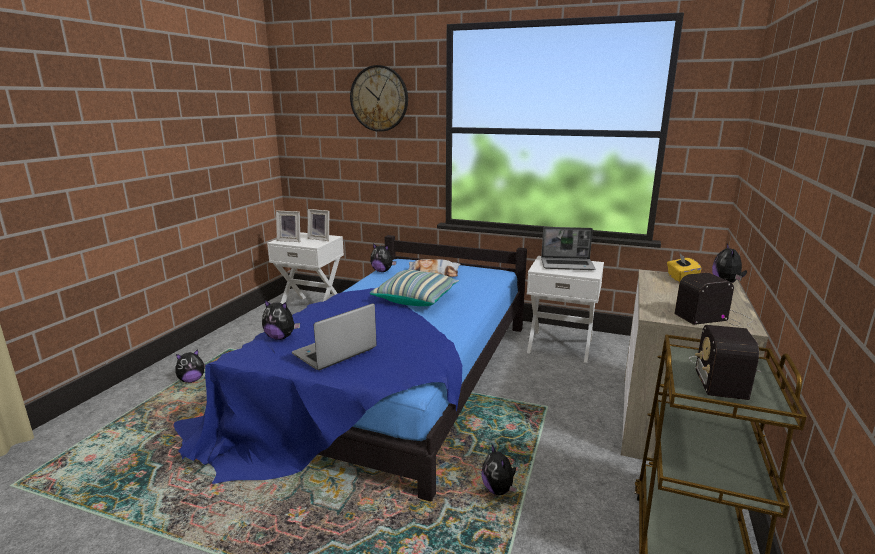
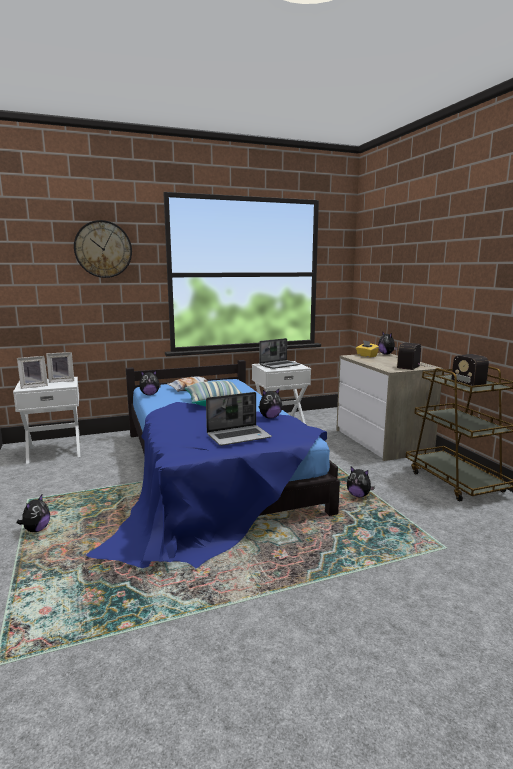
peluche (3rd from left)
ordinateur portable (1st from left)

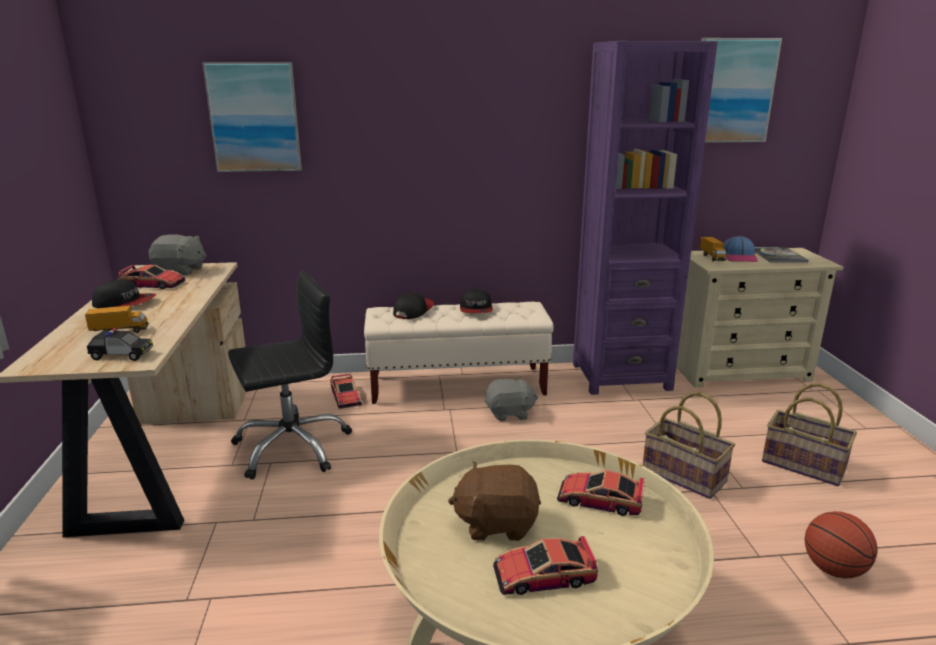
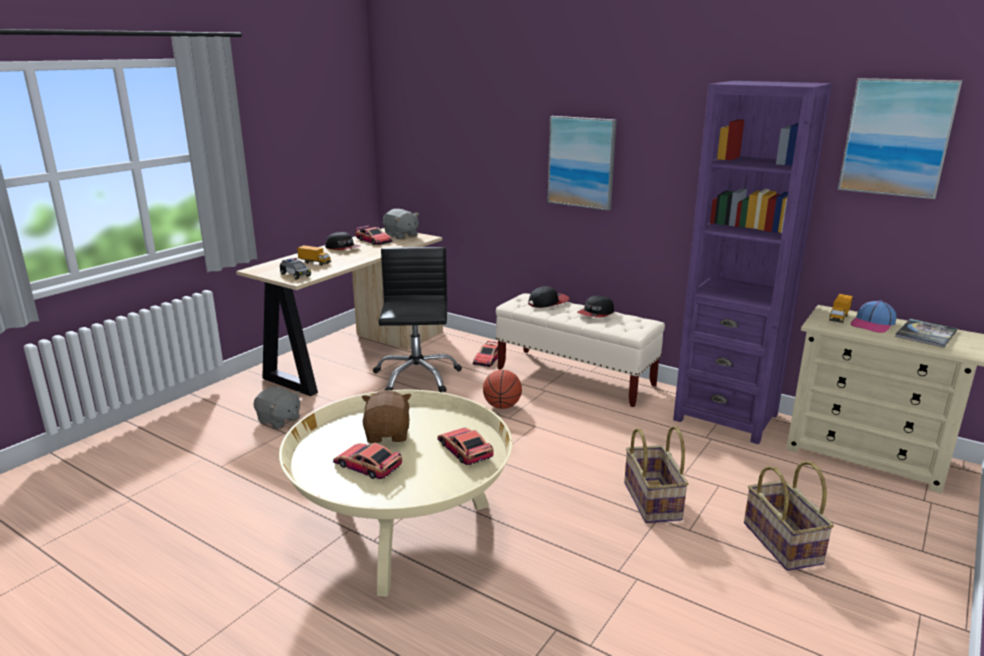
tableau (1st from left)
chaise de bureau/noir
peluche/gris (1st from left)
peluche/marron
ballon de basket

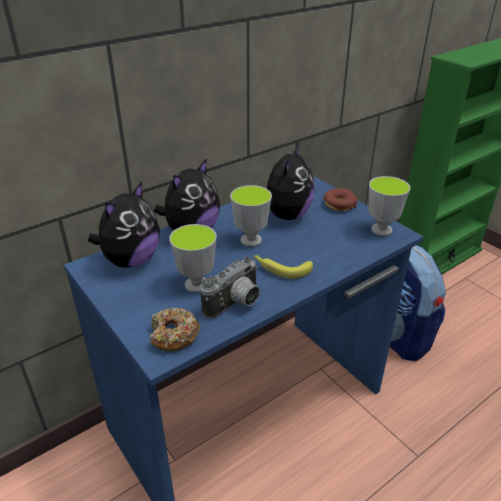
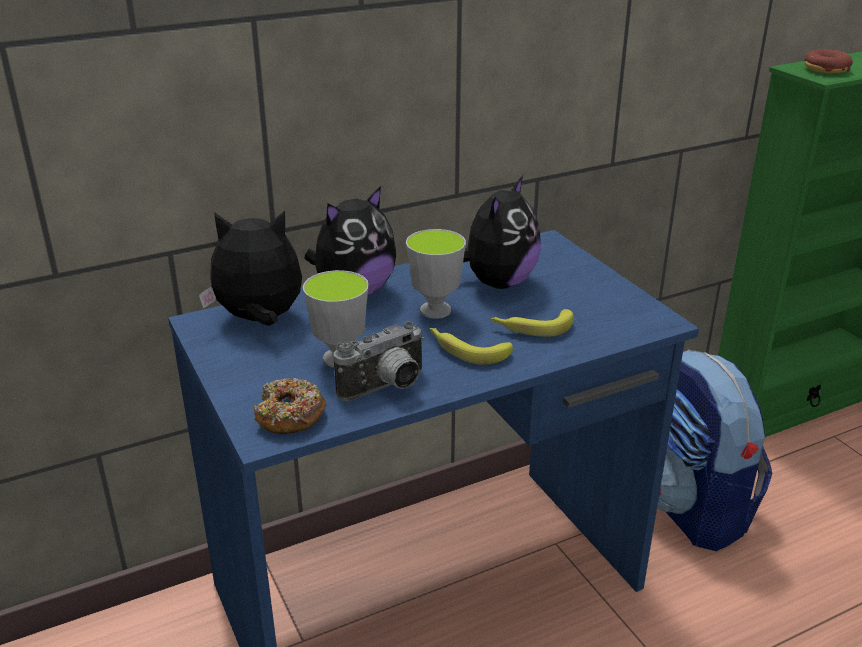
tasse (3rd from left in the first image)
peluche (1st from left)
beignet (2nd from left)
banane (2nd from left)

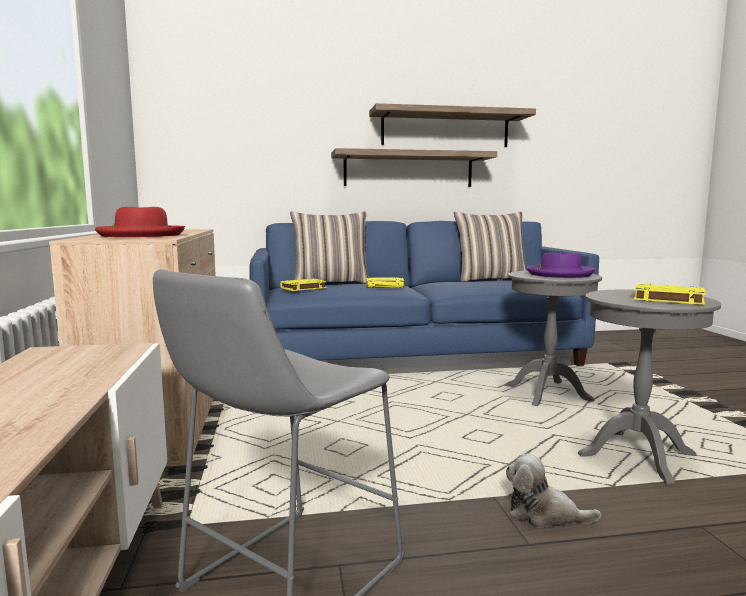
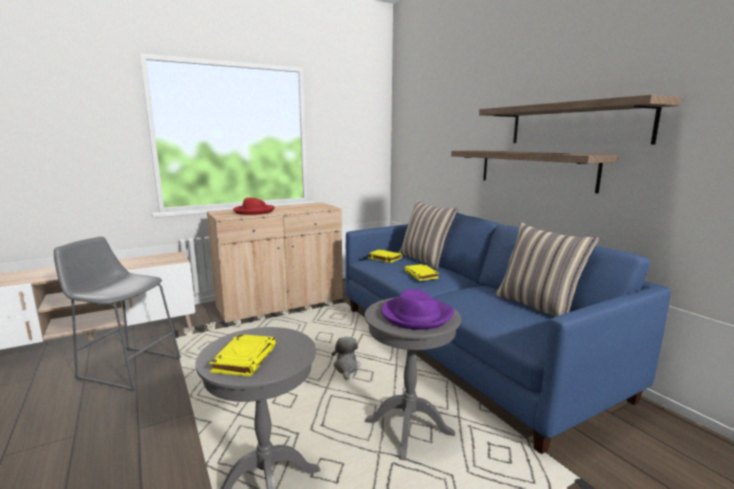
peluche

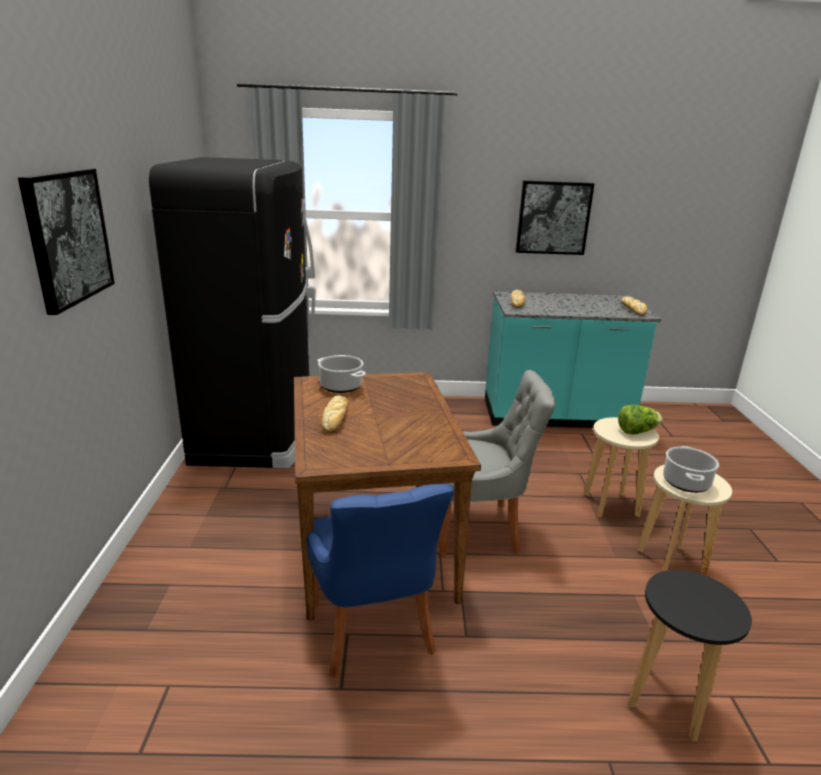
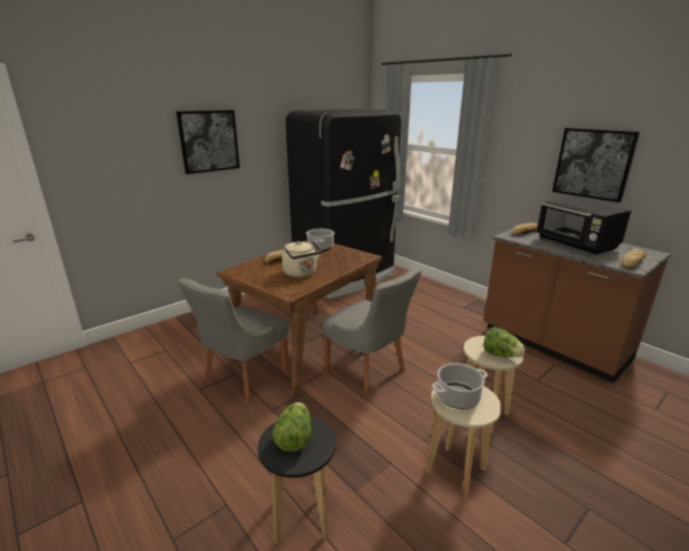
comptoir de cuisine/marron
chaise/gris (1st from left)
micro-ondes/noir
bouilloire/beige
laitue (1st from left)

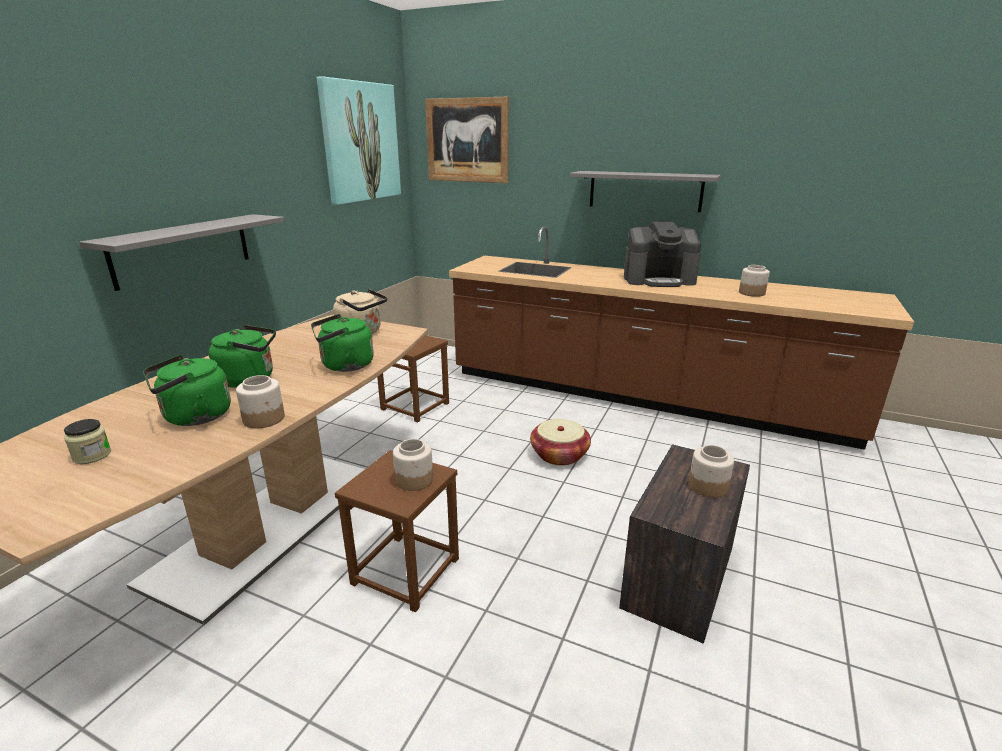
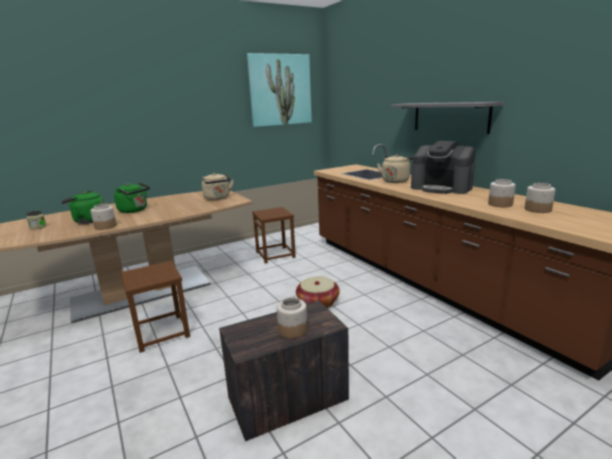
tableau (2nd from left in the first image)
étagère/gris (1st from left in the first image)
bouilloire/vert (3rd from left in the first image)
bocal (5th from left)
bouilloire/beige (2nd from left)

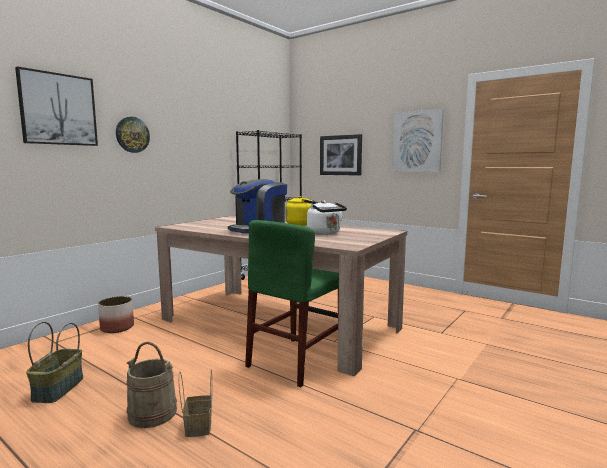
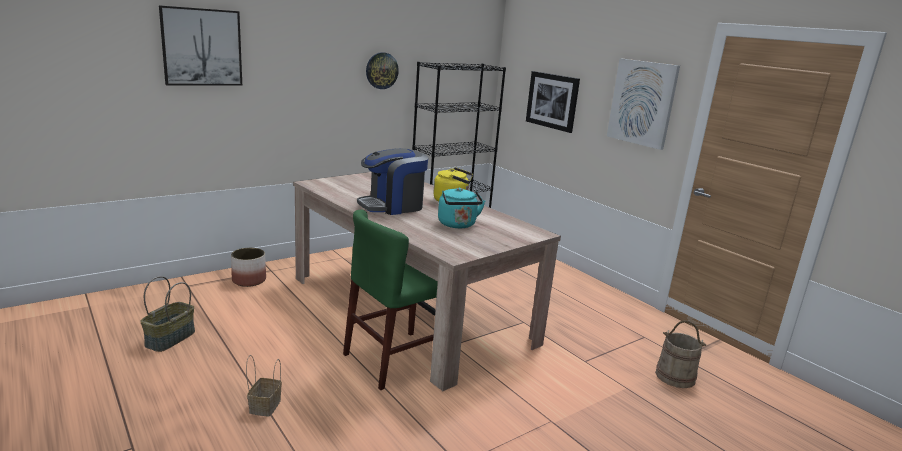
horloge murale
bouilloire/turquoise
seau/beige

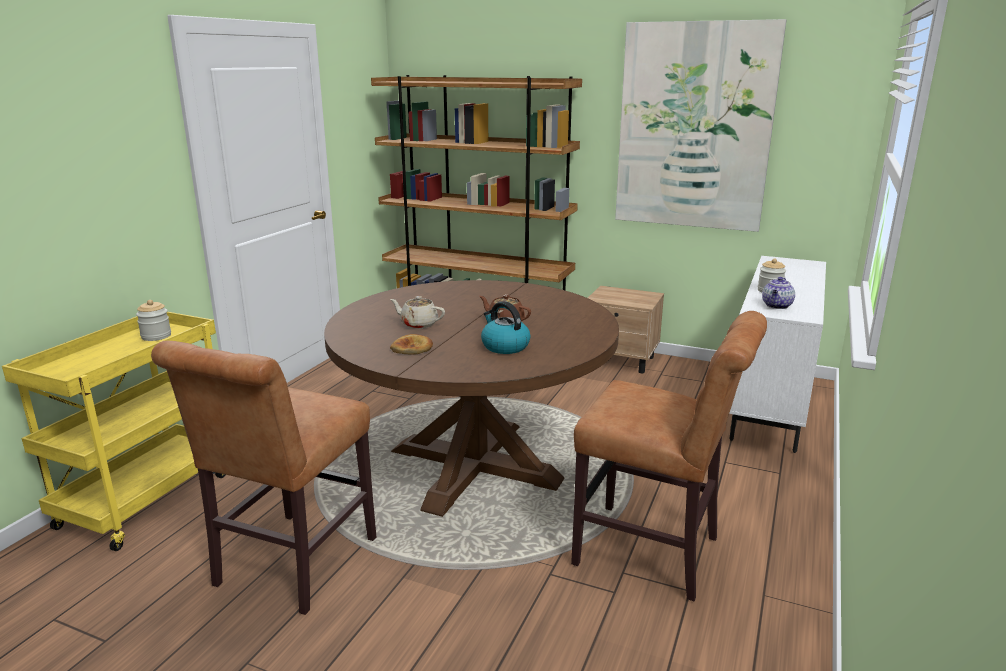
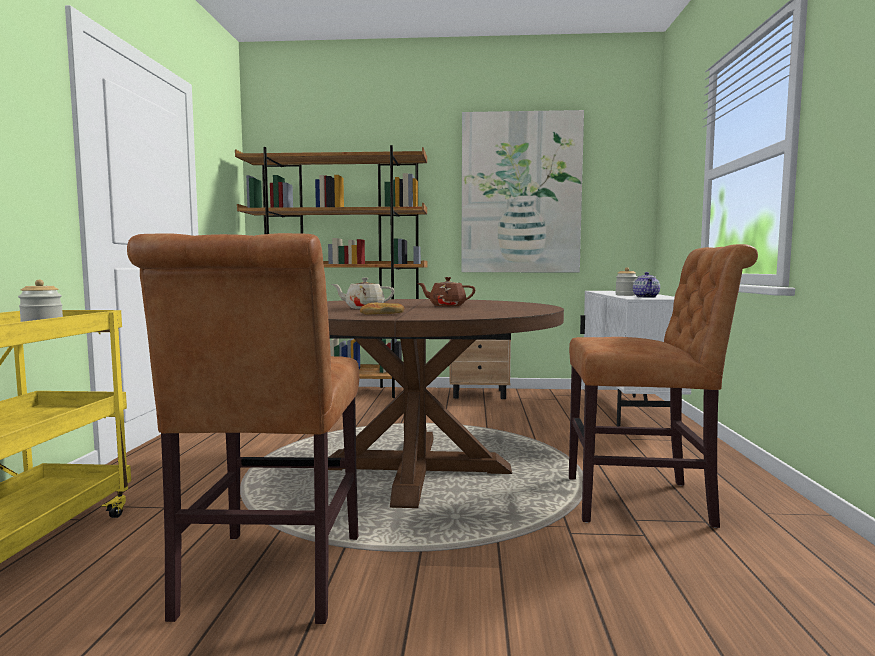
bouilloire

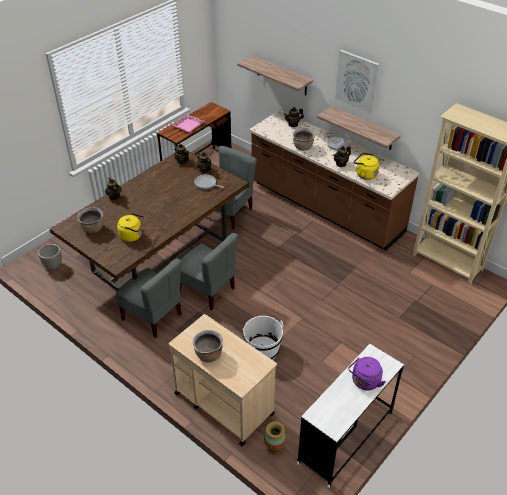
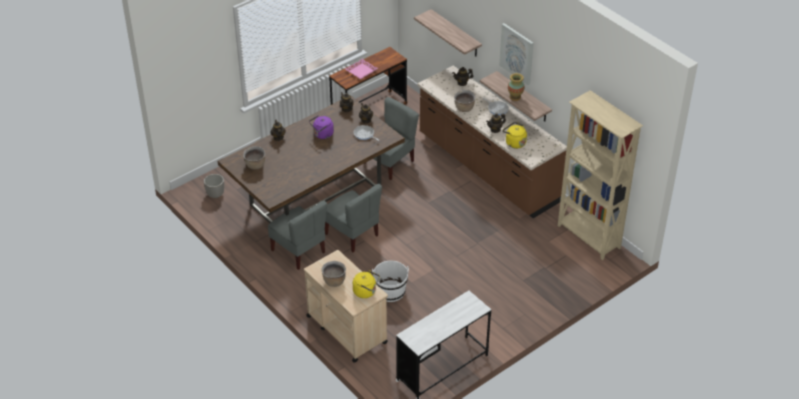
bouilloire/jaune (1st from left)
bouilloire/violet
vase

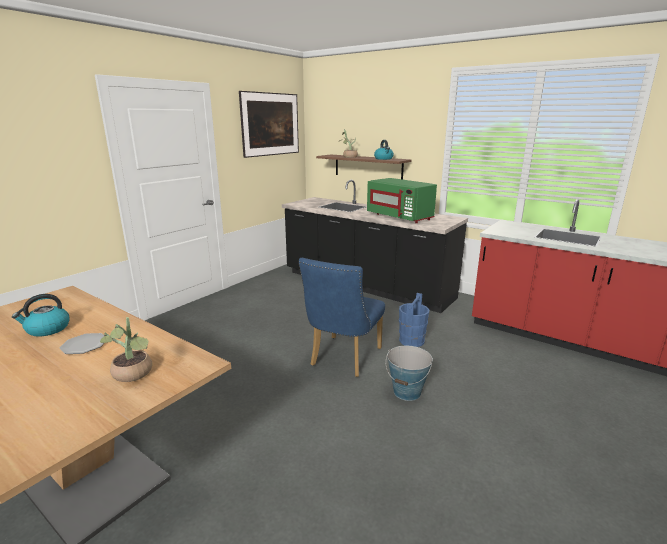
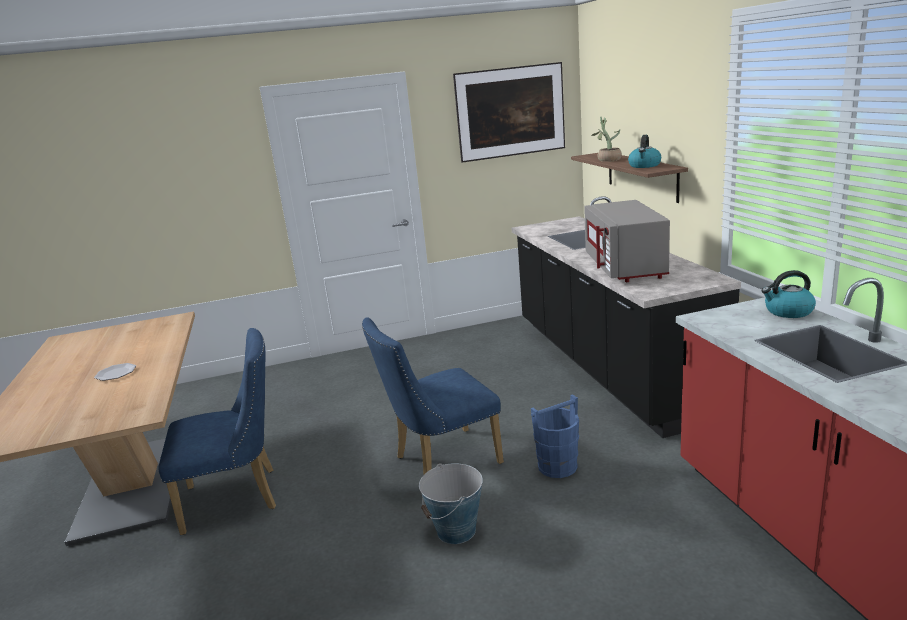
micro-ondes/gris
bouilloire (2nd from left)
plante en pot (1st from left in the first image)
chaise/bleu (1st from left)

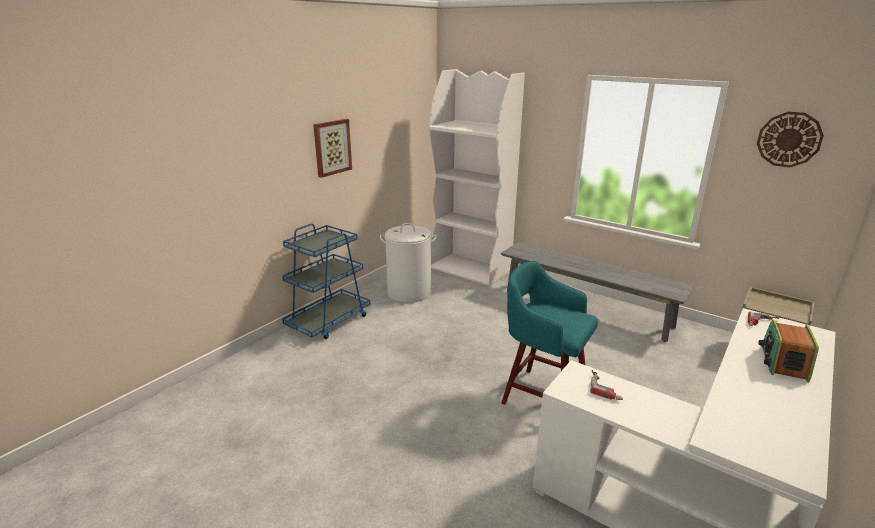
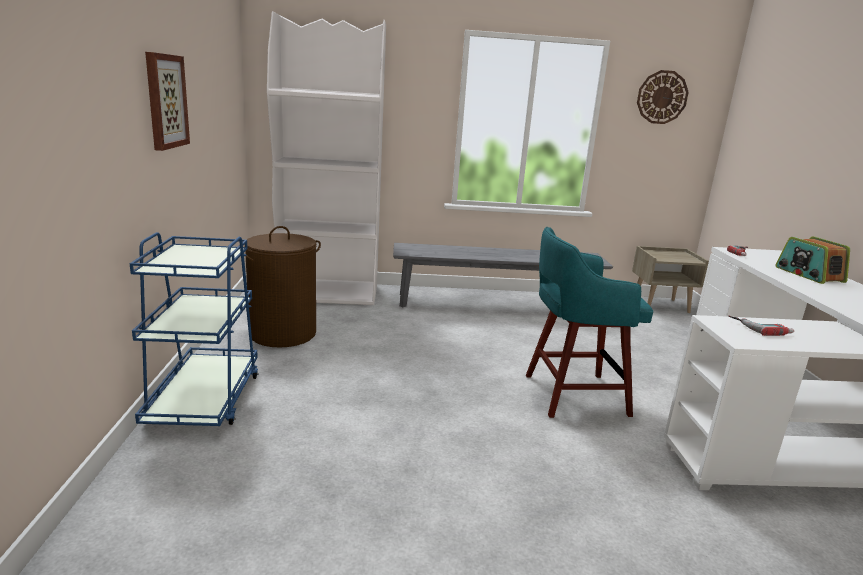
panier à linge/marron

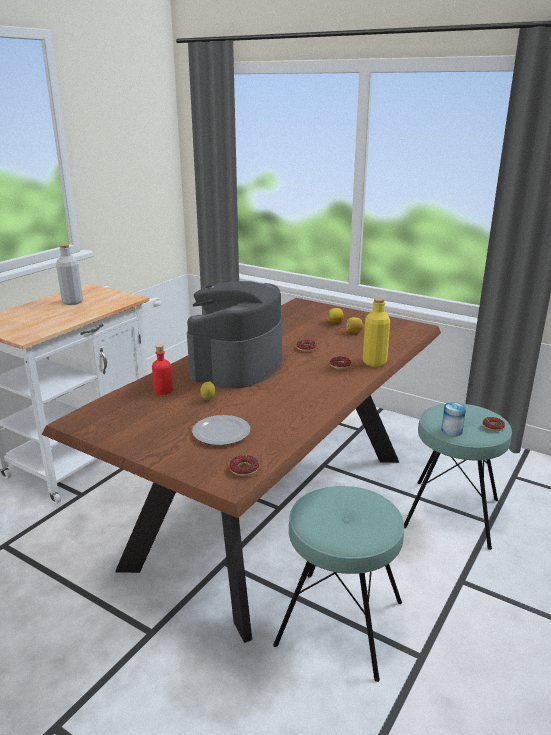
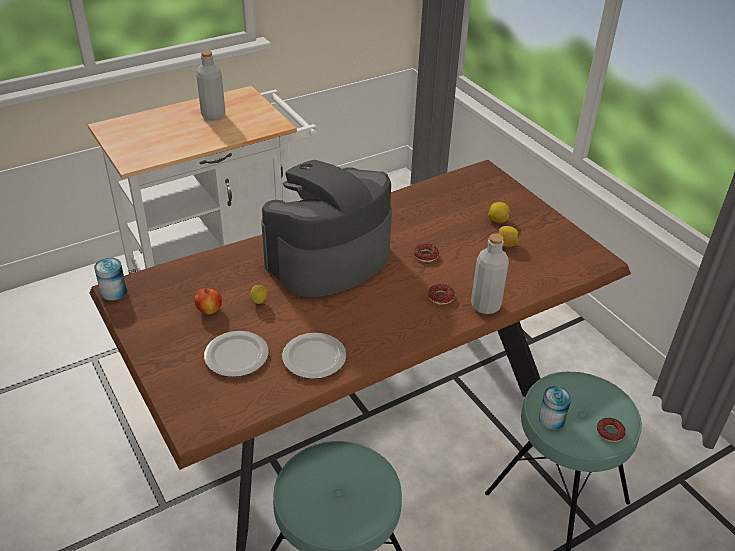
bouteille/gris (2nd from left)
bouteille/rouge
beignet (1st from left in the first image)
boîte métallique (1st from left)
pomme
assiette (2nd from left)

